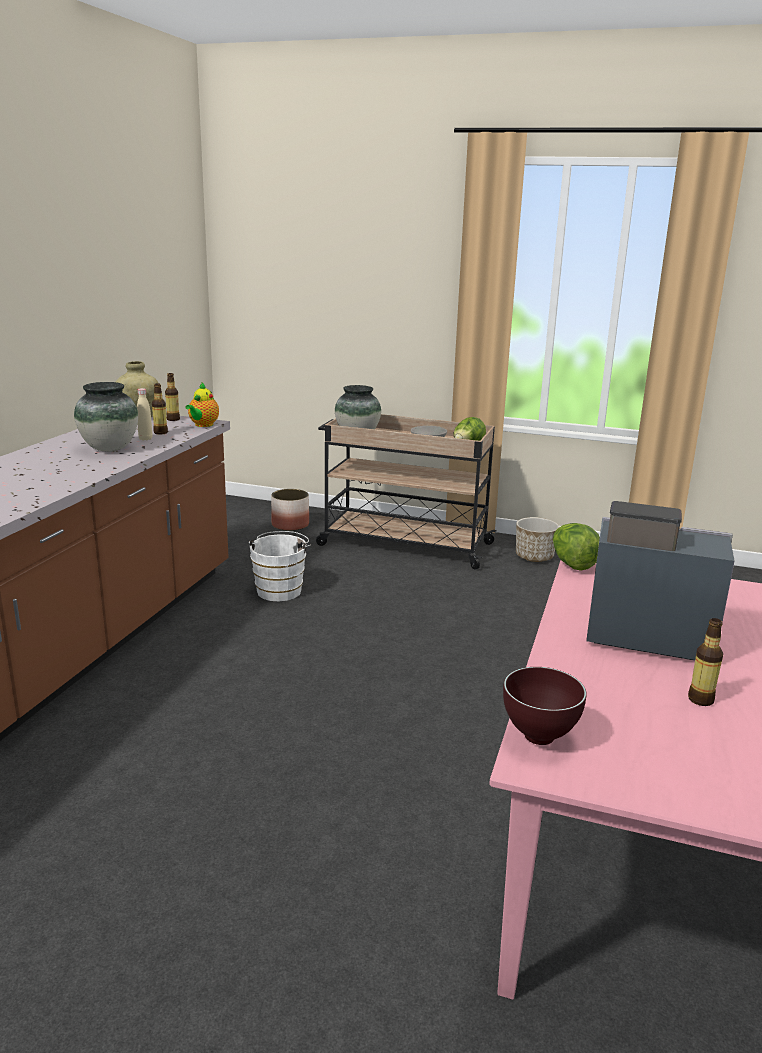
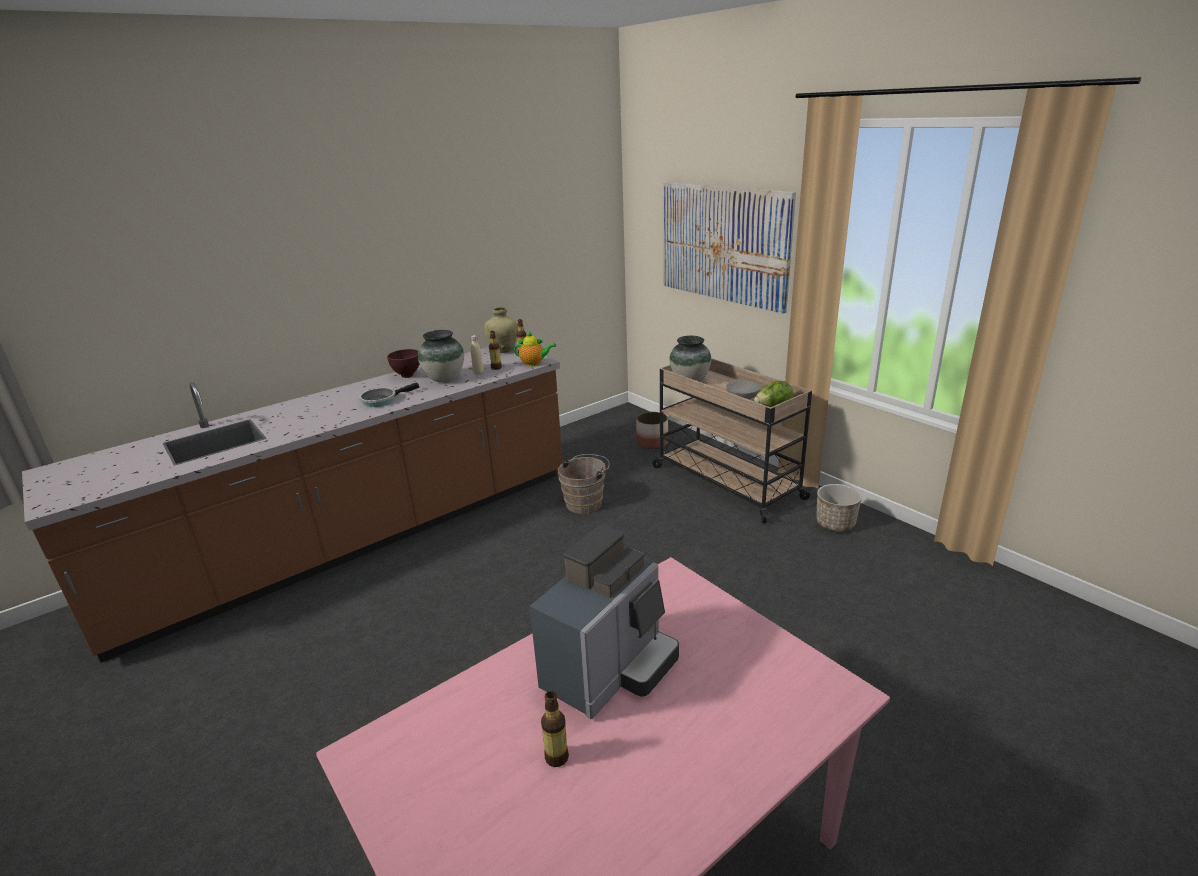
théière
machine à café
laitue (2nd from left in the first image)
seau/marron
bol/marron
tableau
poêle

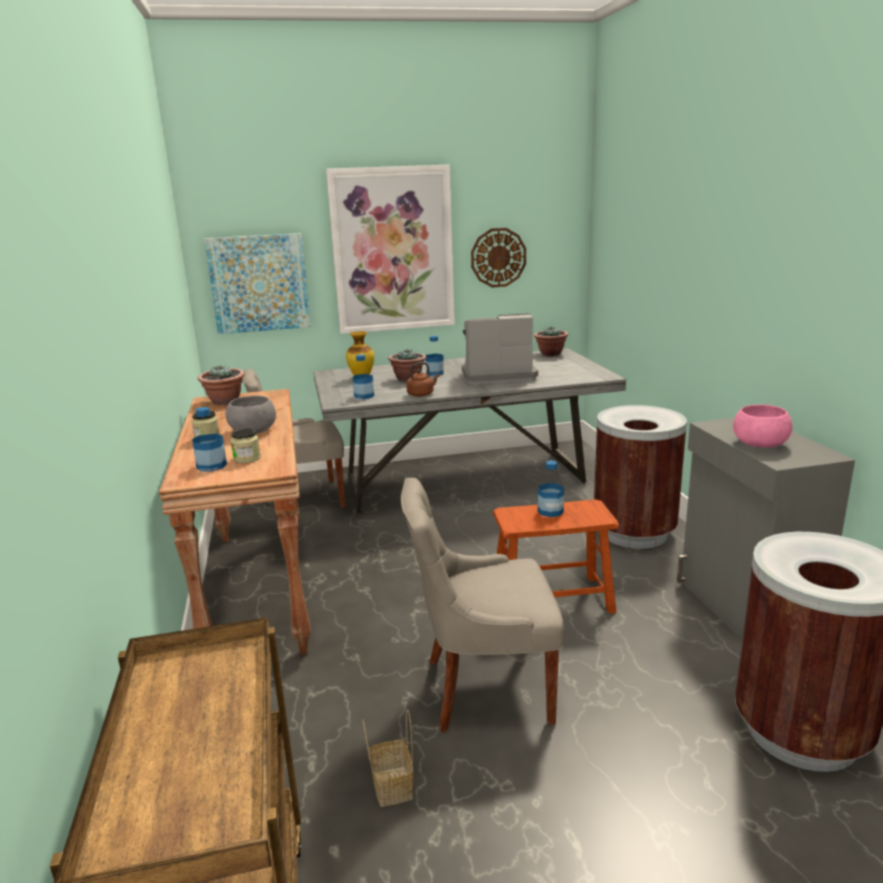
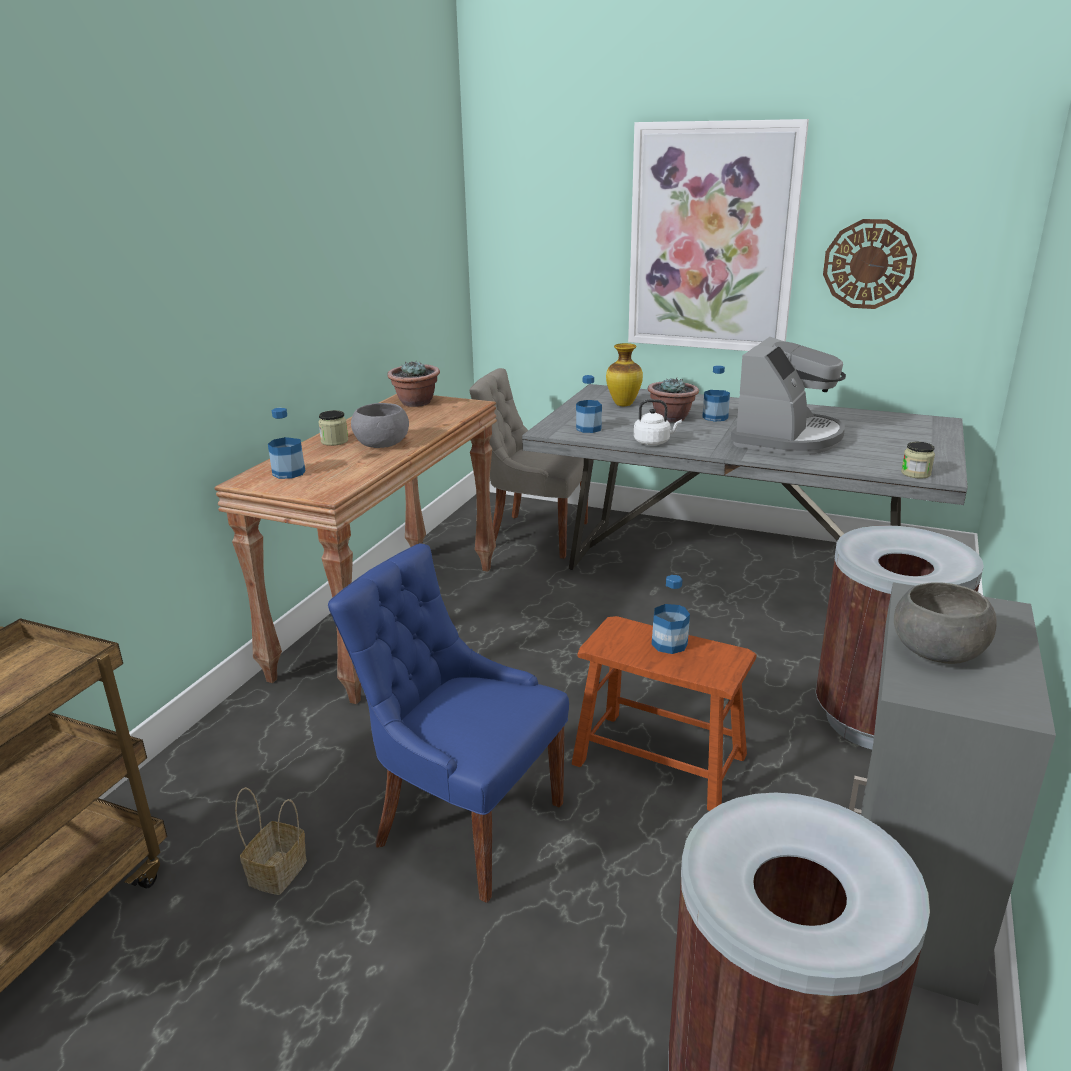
tableau (1st from left in the first image)
machine à café
plante en pot (3rd from left in the first image)
bouilloire/blanc
bol/gris (2nd from left)
bocal (2nd from left)
chaise/bleu

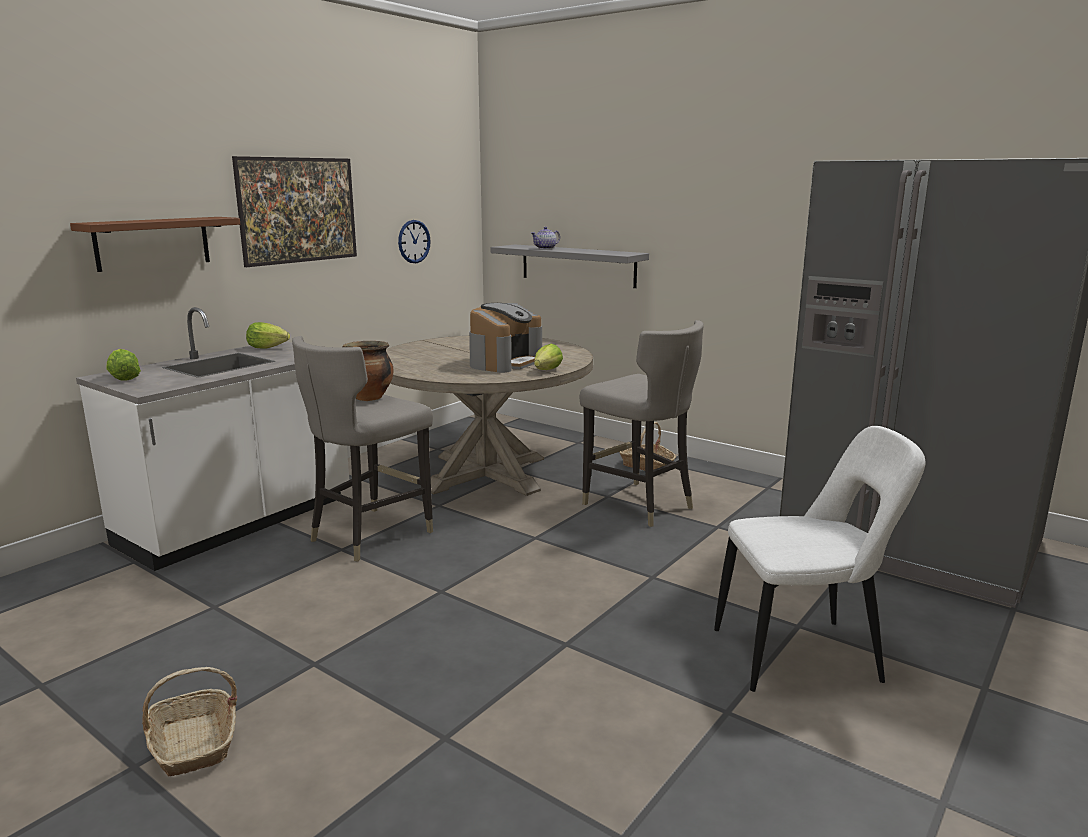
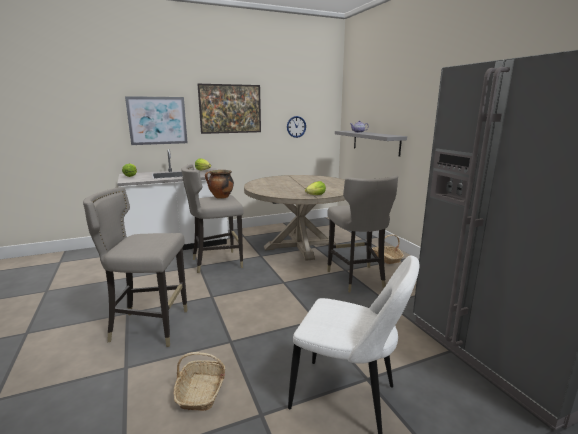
tableau (1st from left)
machine à café
panier (1st from left)
tabouret/gris (1st from left)

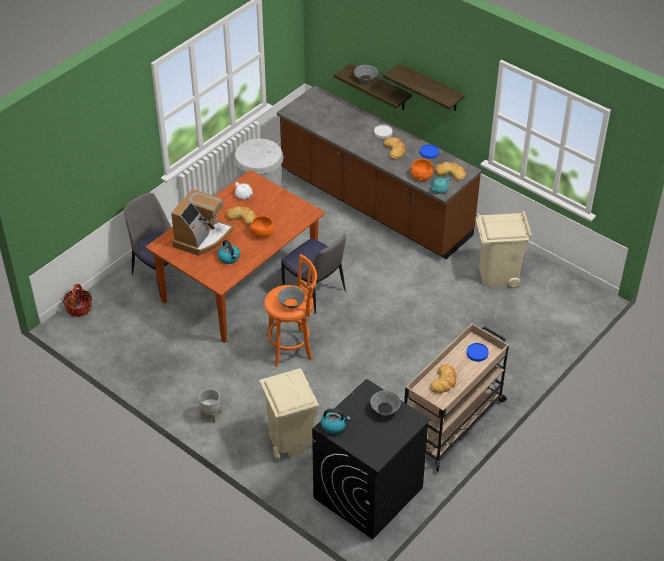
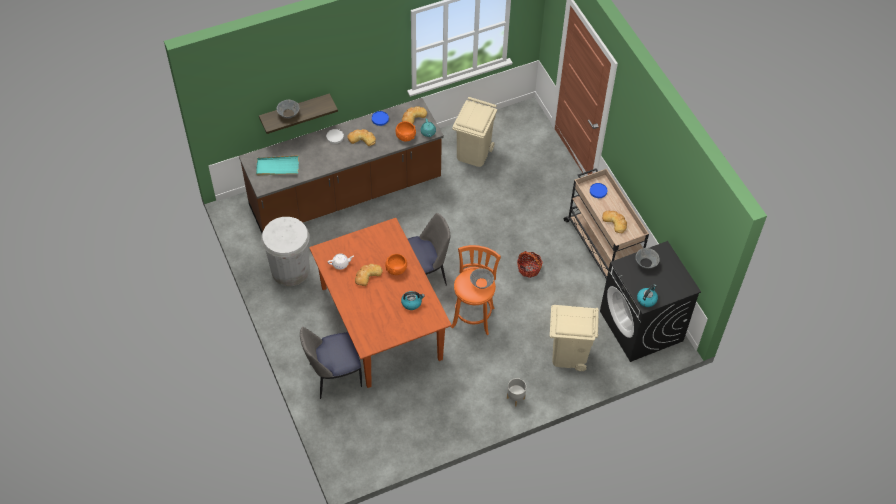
étagère (2nd from left in the first image)
machine à café
panier
plateau/turquoise

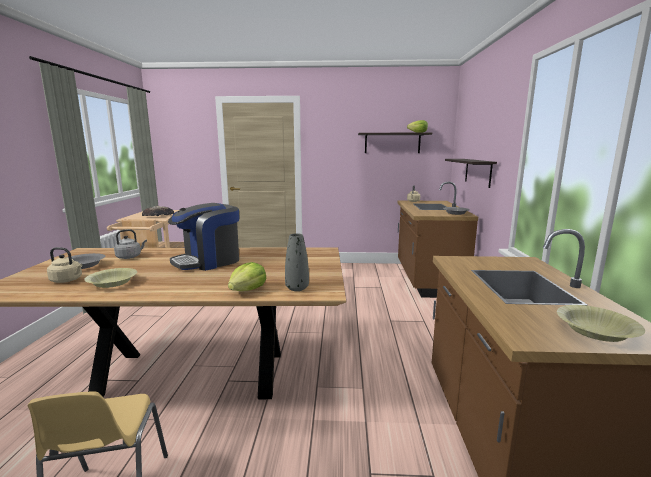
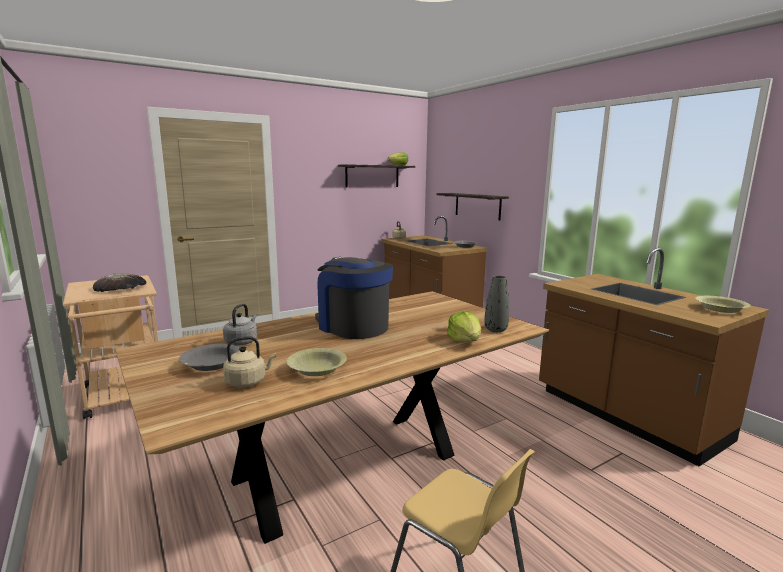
machine à café

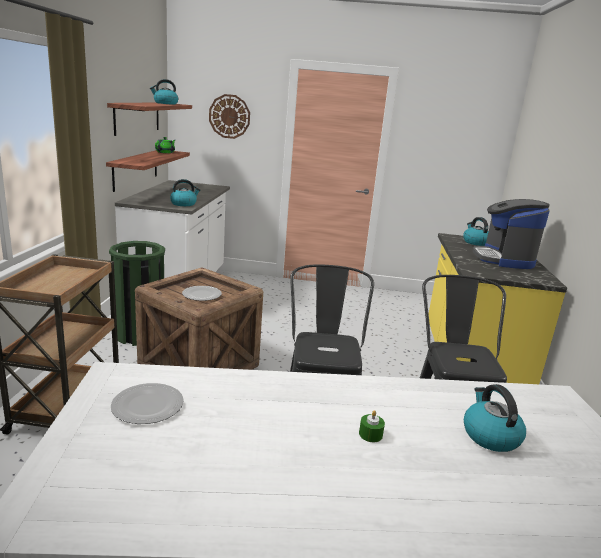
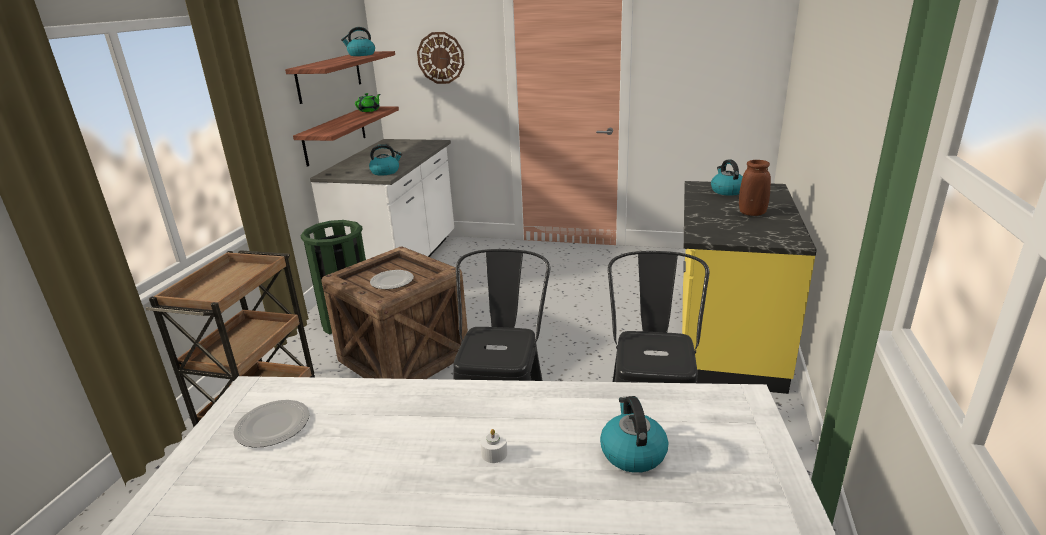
vase/marron
bougie/blanc

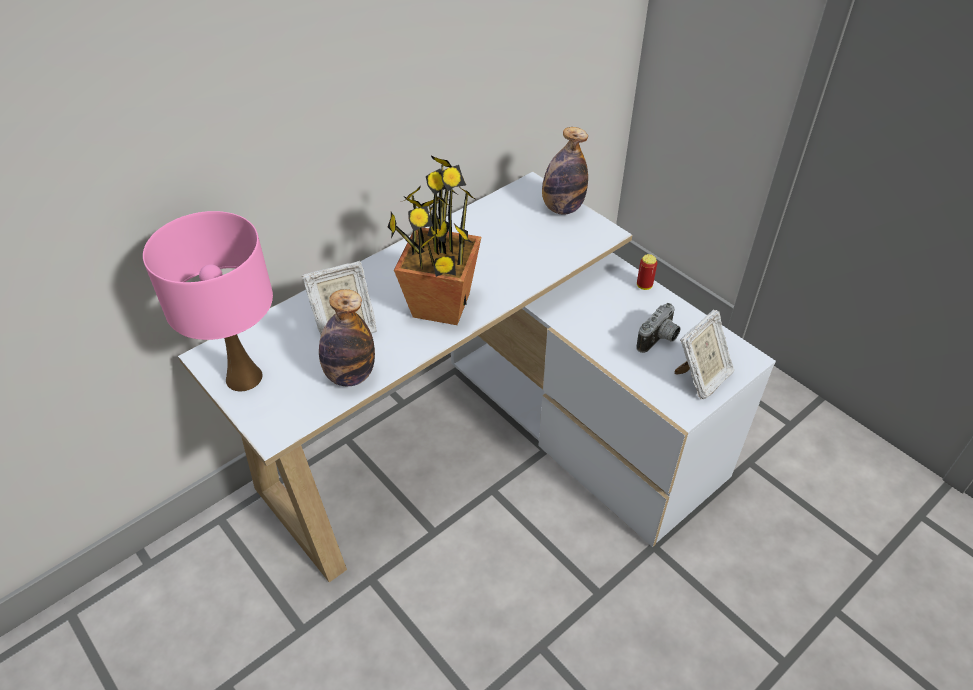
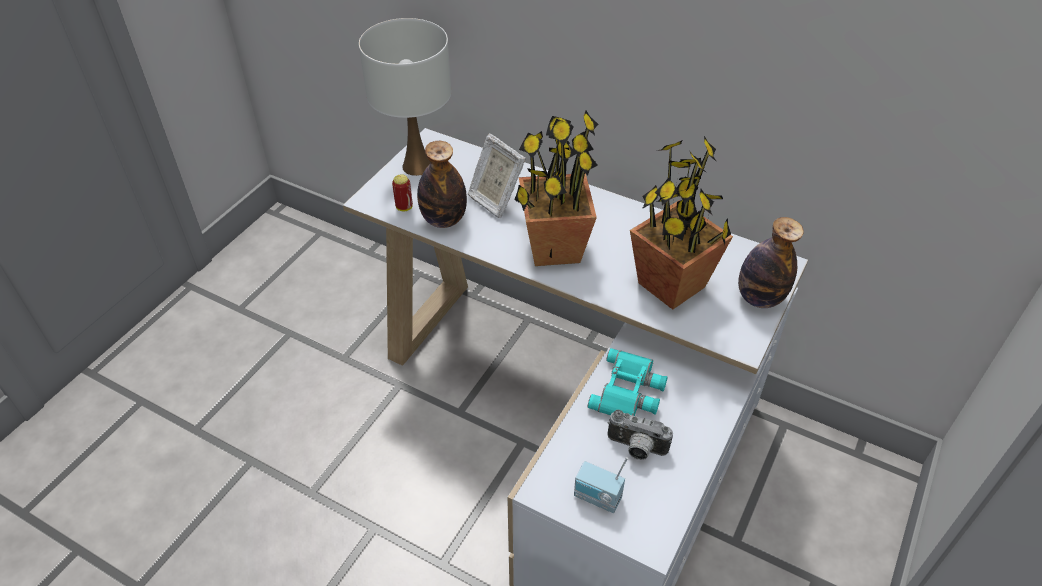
lampe de table/blanc
boîte métallique
radio
plante en pot (2nd from left)
jumelles/turquoise

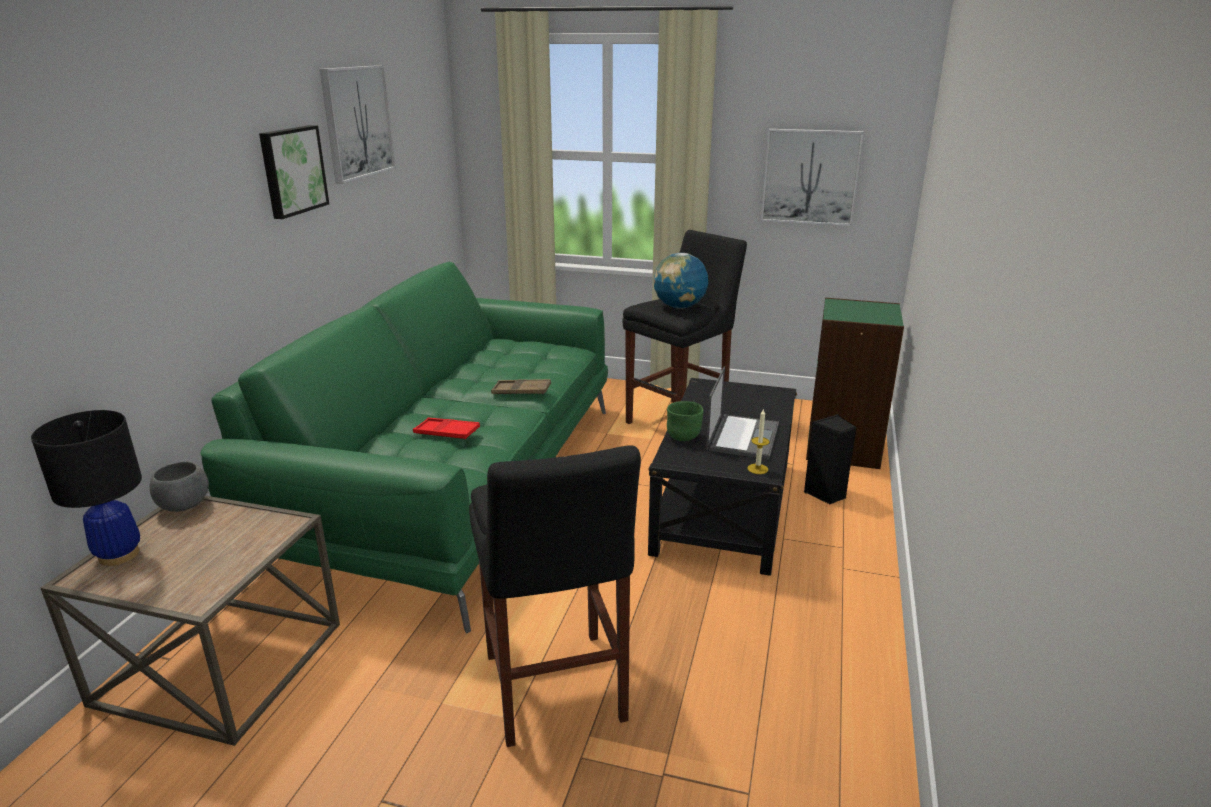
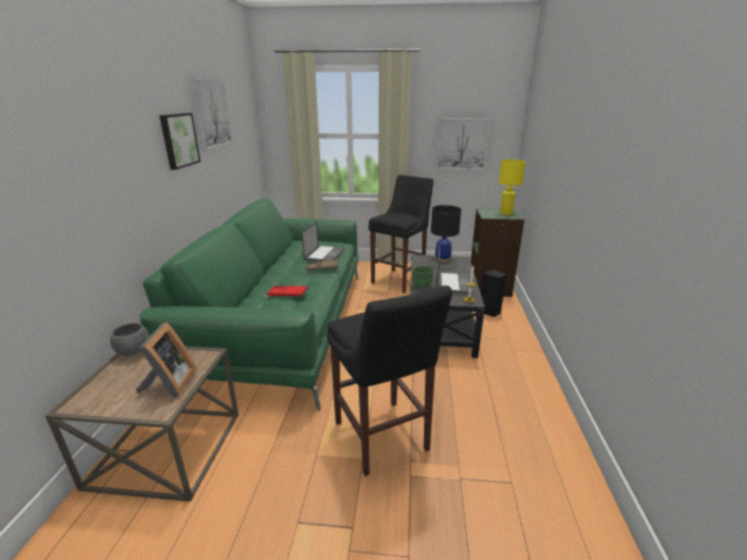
globe
lampe de table/noir
lampe de table/jaune
ordinateur portable (1st from left)
cadre photo

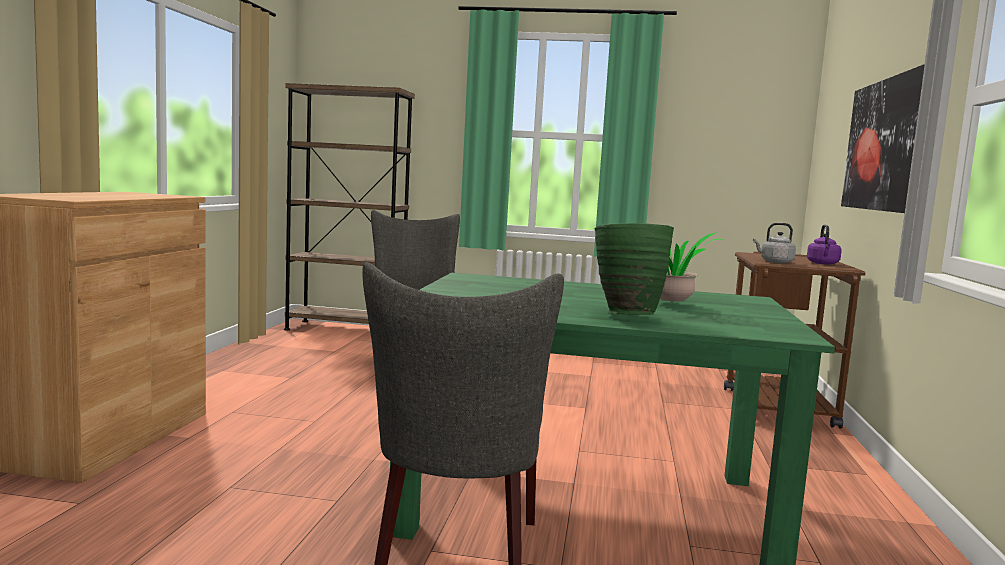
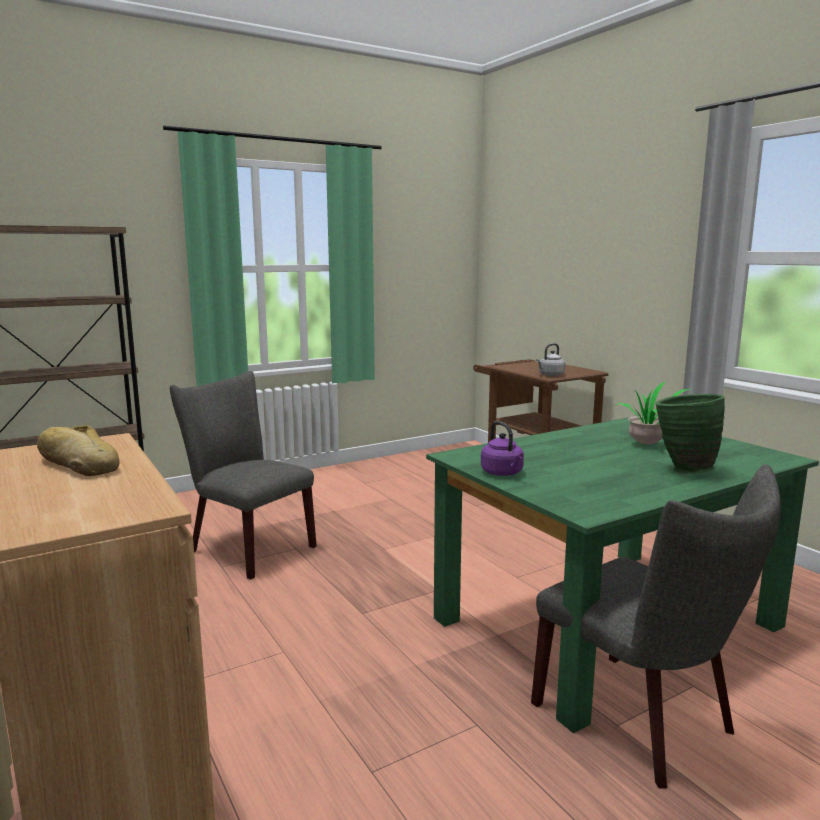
tableau
bouilloire/violet
pain

